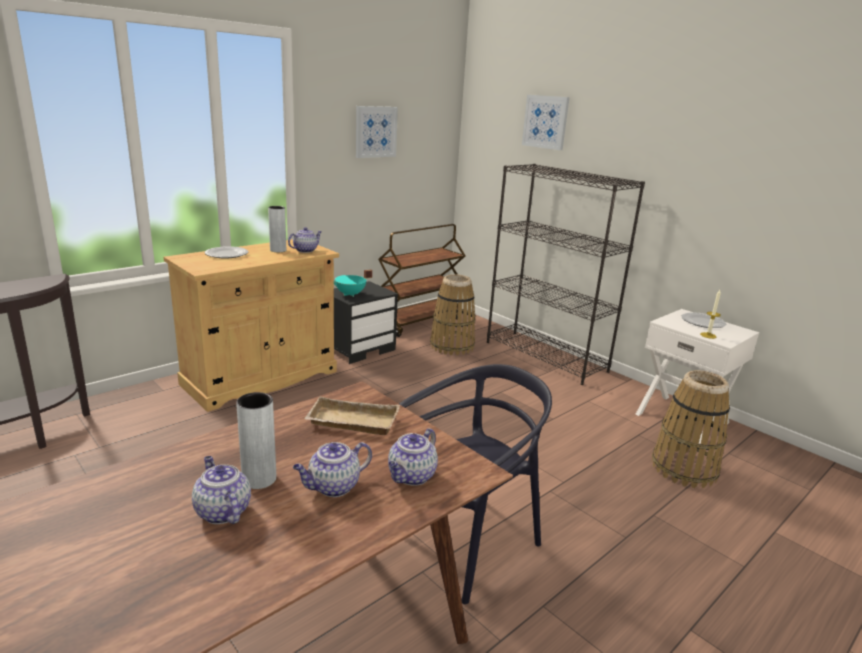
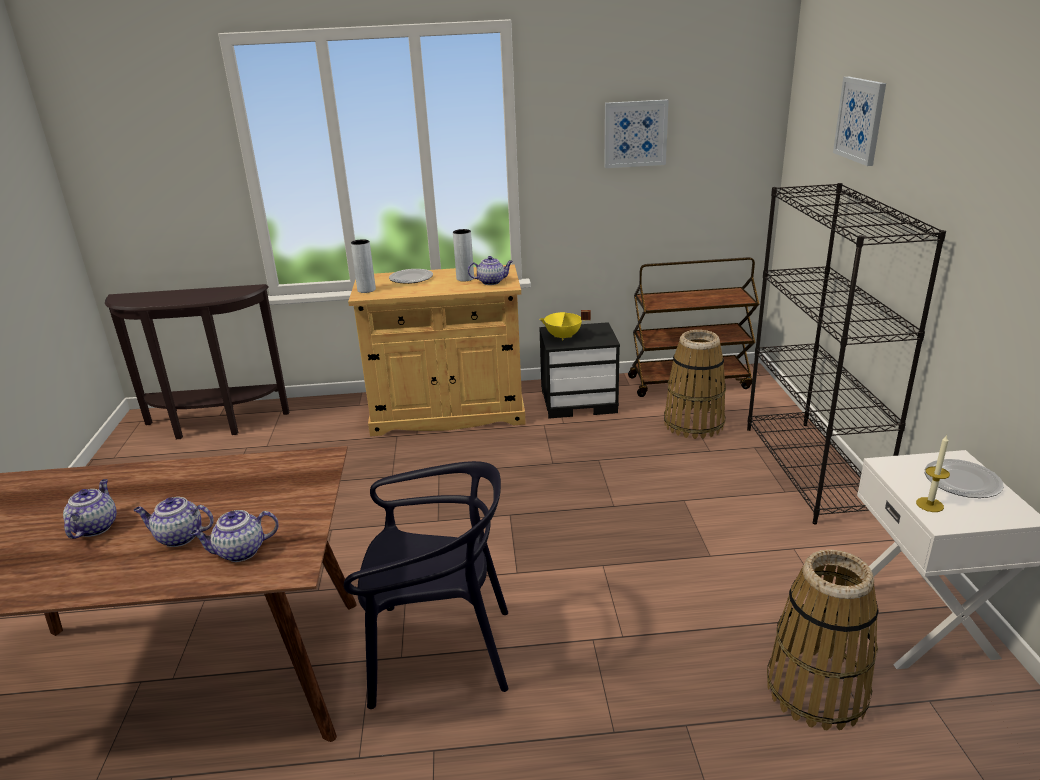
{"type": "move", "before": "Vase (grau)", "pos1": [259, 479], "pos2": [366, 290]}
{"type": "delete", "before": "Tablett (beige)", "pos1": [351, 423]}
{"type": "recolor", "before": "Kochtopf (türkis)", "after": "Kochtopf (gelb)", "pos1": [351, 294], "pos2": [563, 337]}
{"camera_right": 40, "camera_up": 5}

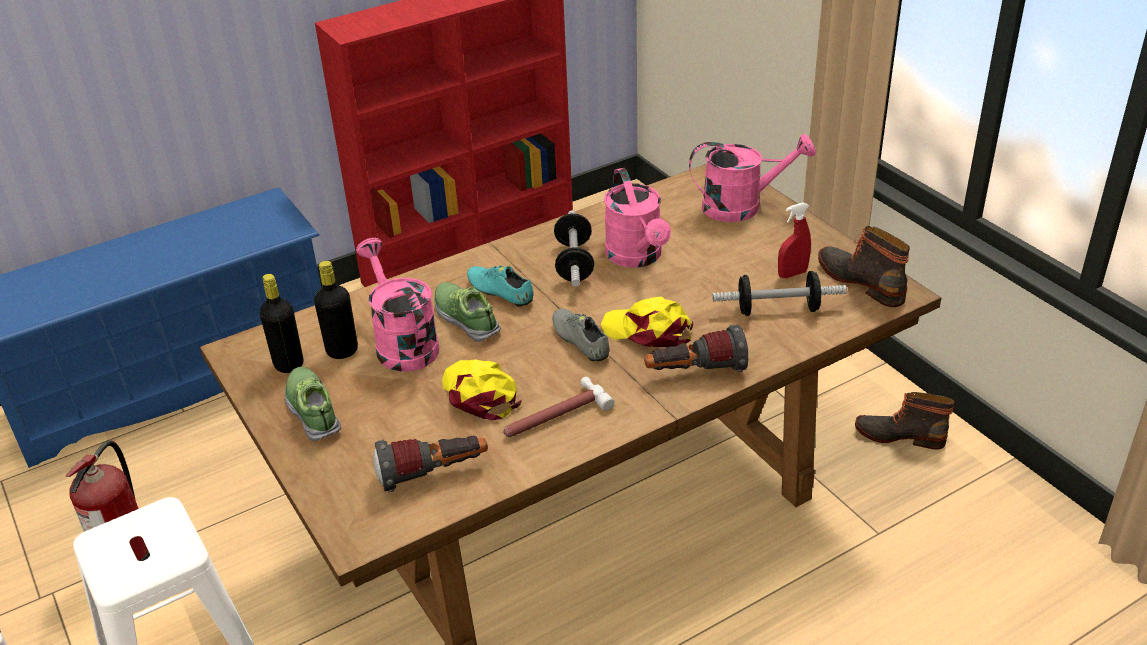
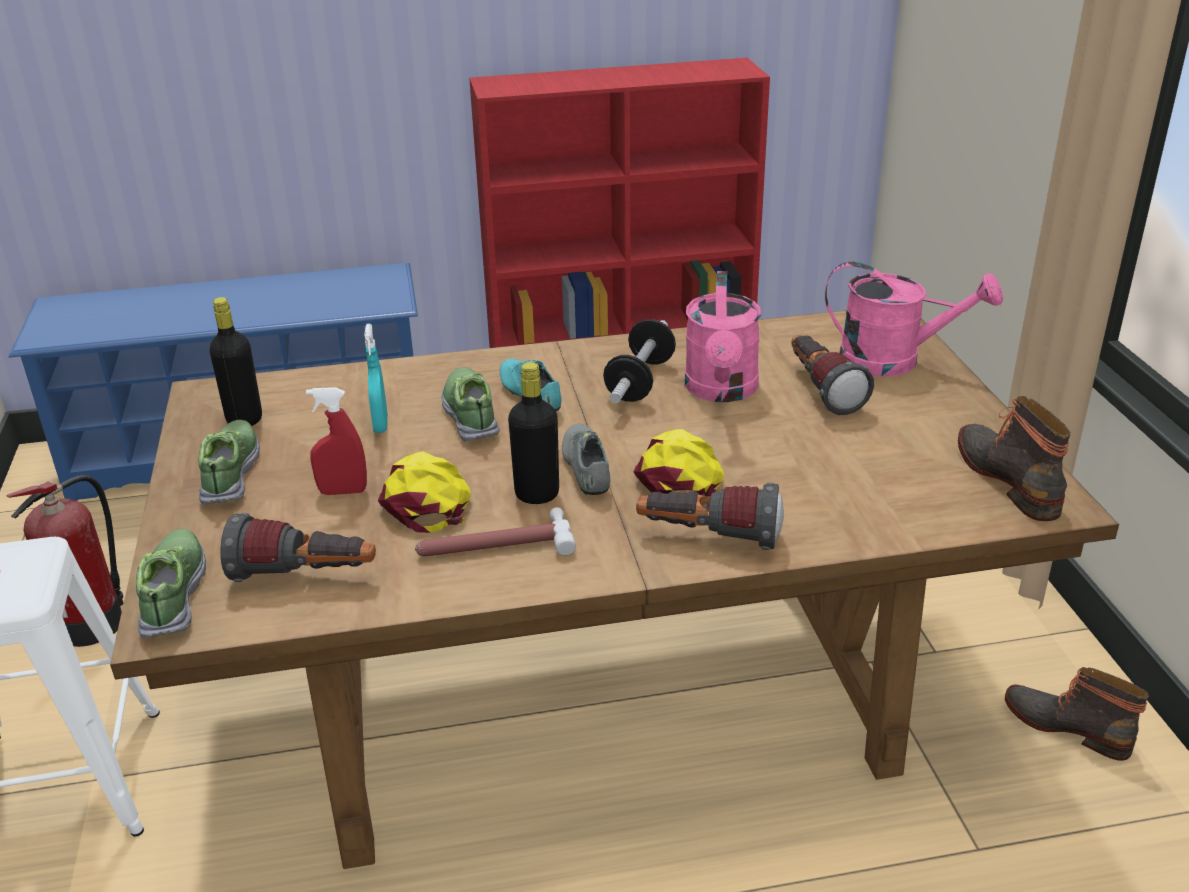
{"type": "move", "before": "Flasche (schwarz)", "pos1": [342, 351], "pos2": [537, 494]}
{"type": "replace", "before": "Gießkanne (rosa)", "after": "Sprühflasche (türkis)", "pos1": [402, 343], "pos2": [380, 424]}
{"type": "rotate", "before": "Kappe (gelb)", "pos1": [648, 331], "pos2": [680, 476], "turn": 45}
{"type": "delete", "before": "Hantel", "pos1": [777, 309]}
{"type": "move", "before": "Sprühflasche (rot)", "pos1": [792, 274], "pos2": [343, 491]}
{"type": "insert", "after": "Schuh", "pos2": [174, 594]}
{"type": "insert", "after": "Taschenlampe", "pos2": [821, 390]}
{"camera_right": 20, "camera_up": -5}

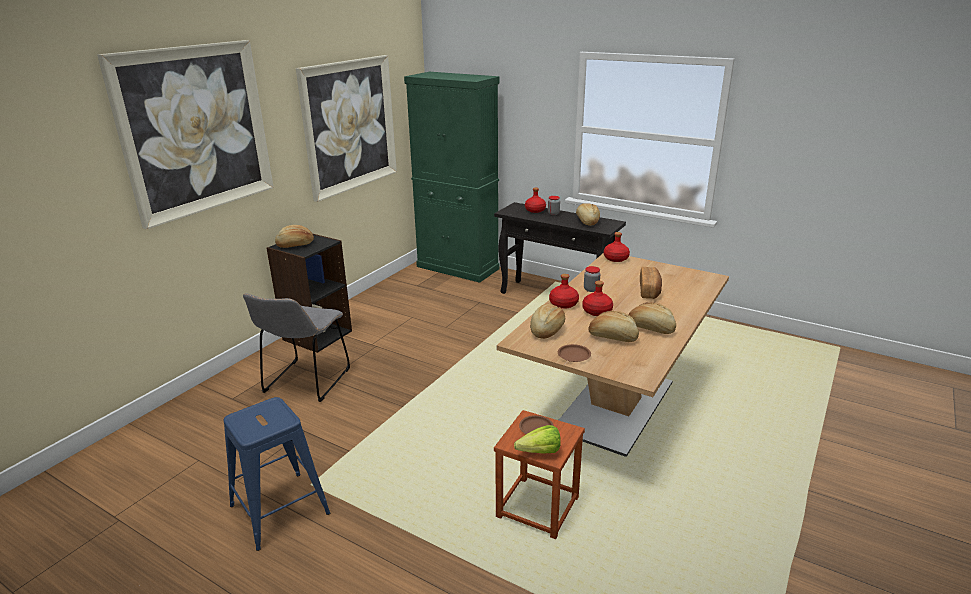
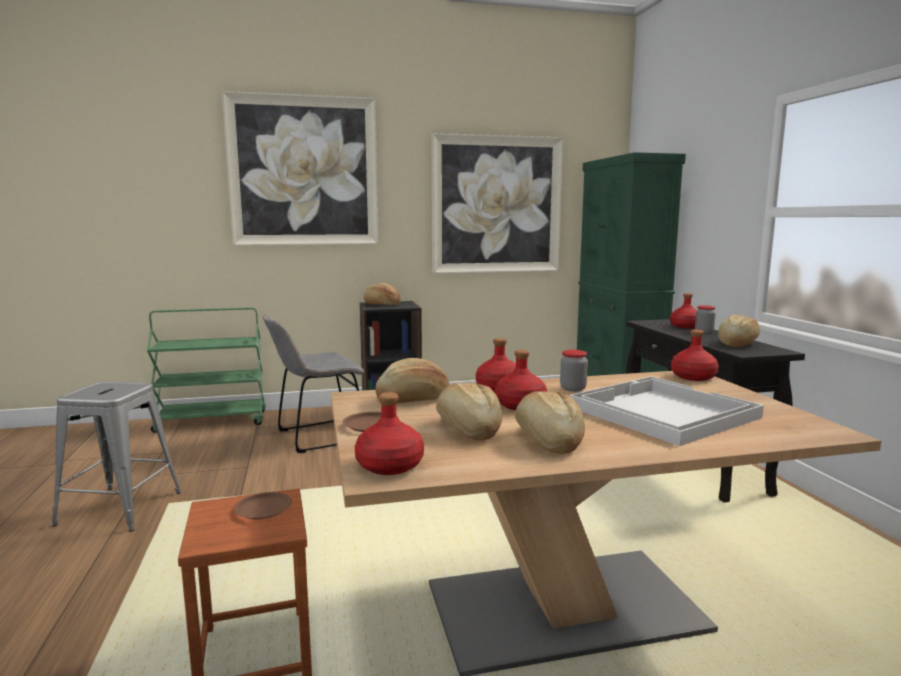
{"type": "recolor", "before": "Hocker (blau)", "after": "Hocker (grau)", "pos1": [279, 509], "pos2": [120, 508]}
{"type": "delete", "before": "Salatkopf", "pos1": [536, 452]}
{"type": "replace", "before": "Brot", "after": "Tablett (weiß)", "pos1": [649, 290], "pos2": [660, 412]}
{"type": "insert", "after": "Rollwagen (grün)", "pos2": [213, 421]}
{"type": "insert", "after": "Flasche (rot)", "pos2": [389, 466]}
{"camera_right": 45, "camera_up": -15}

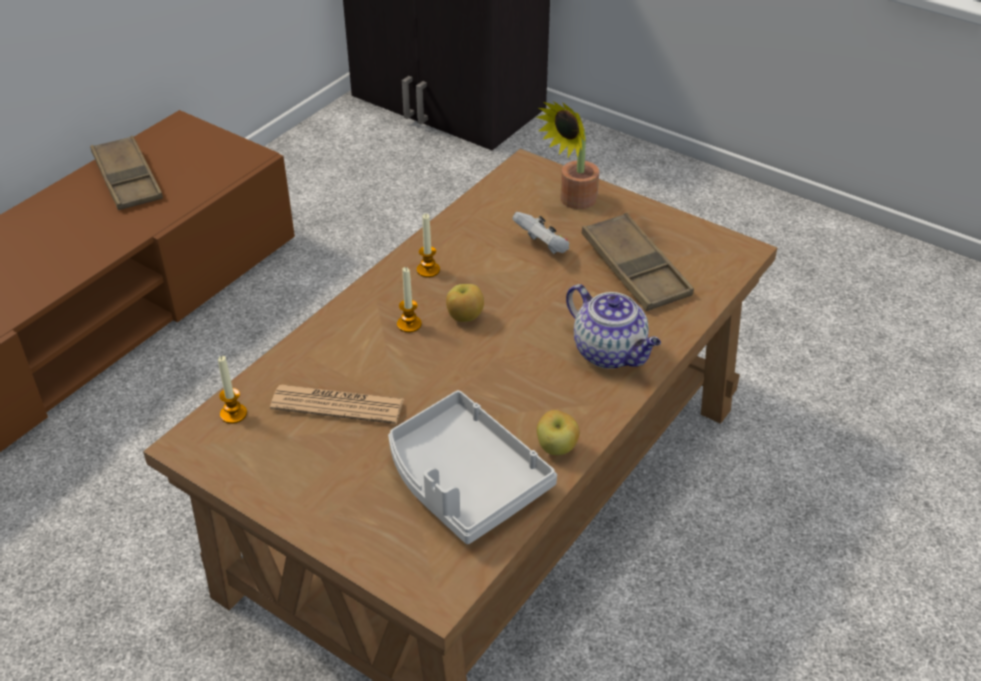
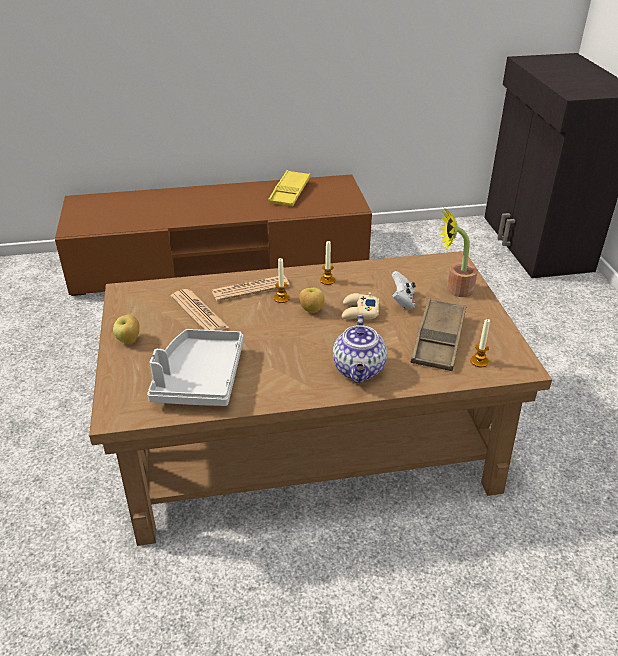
{"type": "recolor", "before": "Tablett (braun)", "after": "Tablett (gelb)", "pos1": [128, 179], "pos2": [289, 193]}
{"type": "move", "before": "Kerze", "pos1": [233, 414], "pos2": [479, 361]}
{"type": "move", "before": "Apfel", "pos1": [557, 448], "pos2": [129, 340]}
{"type": "insert", "after": "Zeitung", "pos2": [250, 289]}
{"type": "insert", "after": "Gamepad (beige)", "pos2": [359, 312]}
{"camera_right": 45, "camera_up": -5}

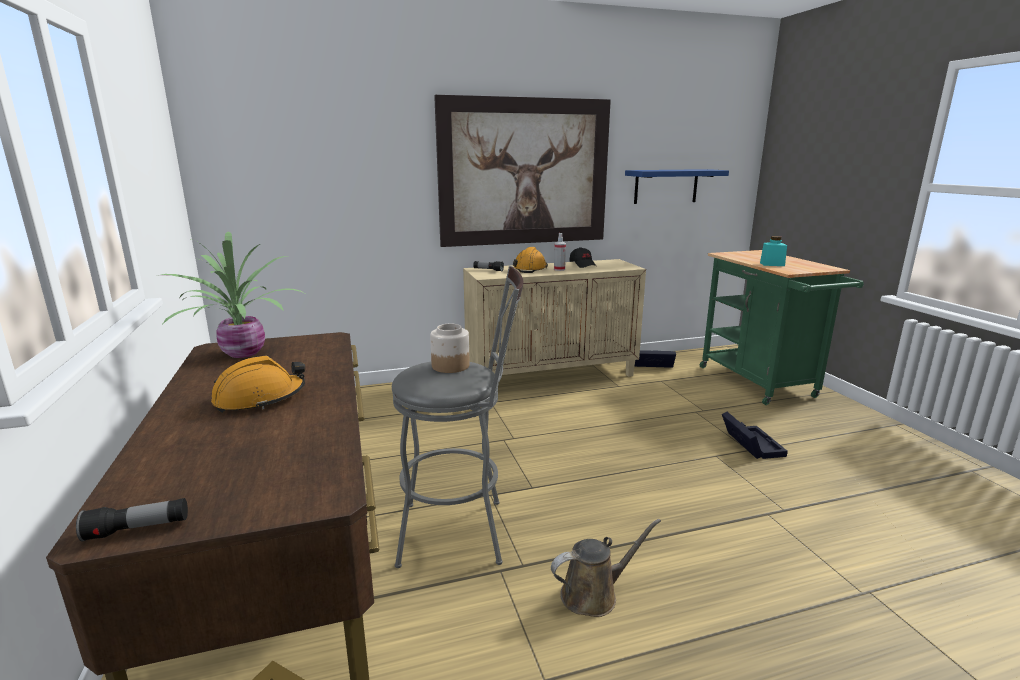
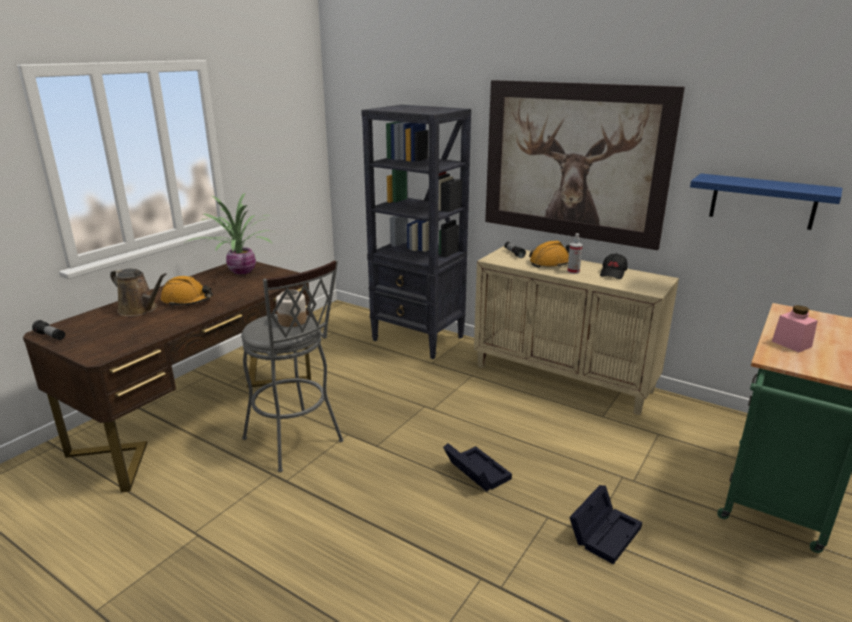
{"type": "move", "before": "Gießkanne (braun)", "pos1": [594, 594], "pos2": [140, 309]}
{"type": "move", "before": "Aufbewahrungsbox (schwarz)", "pos1": [650, 364], "pos2": [475, 472]}
{"type": "recolor", "before": "Vorratsglas (türkis)", "after": "Vorratsglas (rosa)", "pos1": [772, 264], "pos2": [791, 344]}
{"type": "insert", "after": "Bücherregal (schwarz)", "pos2": [418, 339]}
{"camera_right": 50, "camera_up": 5}

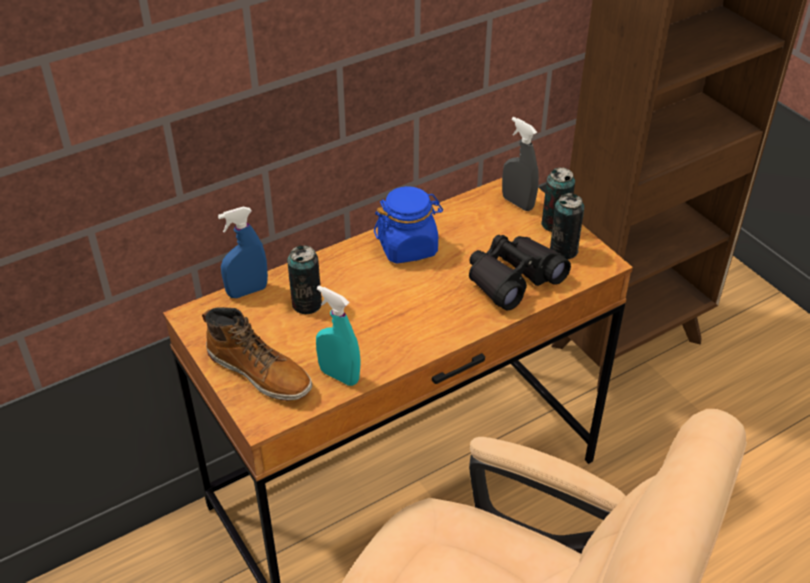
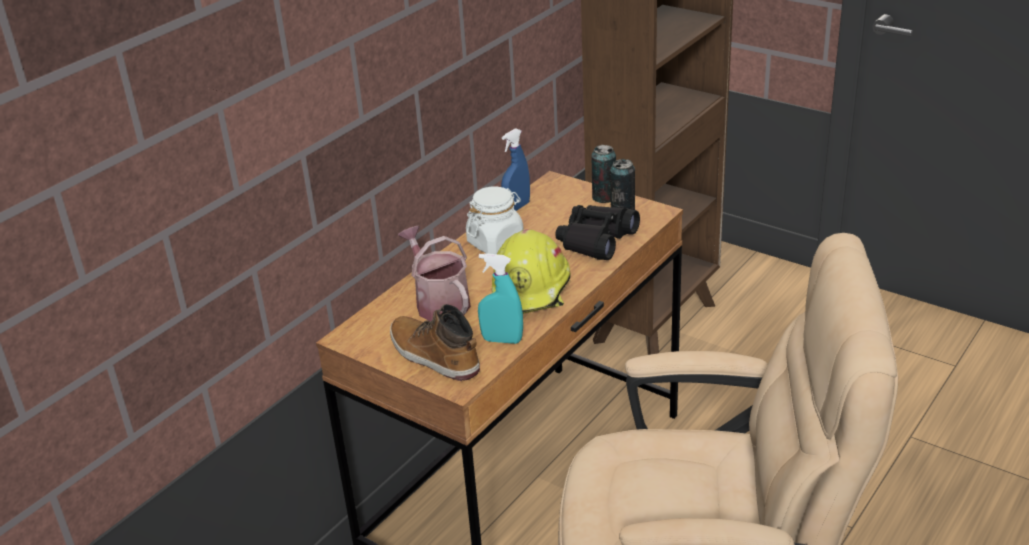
{"type": "rotate", "before": "Stiefel", "pos1": [260, 372], "pos2": [433, 356], "turn": -150}
{"type": "move", "before": "Sprühflasche (blau)", "pos1": [247, 291], "pos2": [516, 207]}
{"type": "replace", "before": "Dose", "after": "Gießkanne", "pos1": [307, 304], "pos2": [439, 302]}
{"type": "recolor", "before": "Vorratsglas (blau)", "after": "Vorratsglas (weiß)", "pos1": [408, 247], "pos2": [496, 242]}
{"type": "delete", "before": "Sprühflasche (grau)", "pos1": [517, 203]}
{"type": "insert", "after": "Schutzhelm (gelb)", "pos2": [531, 289]}
{"camera_right": -20, "camera_up": -10}

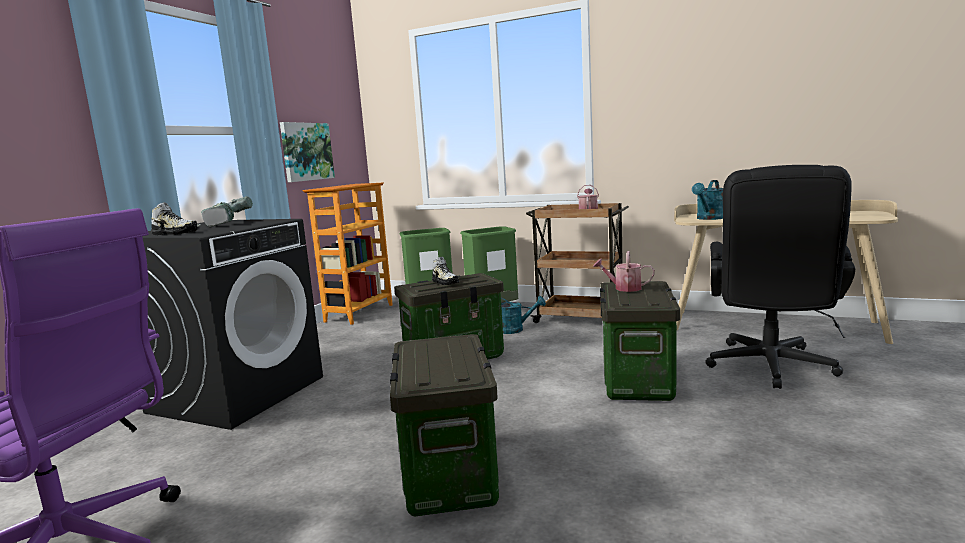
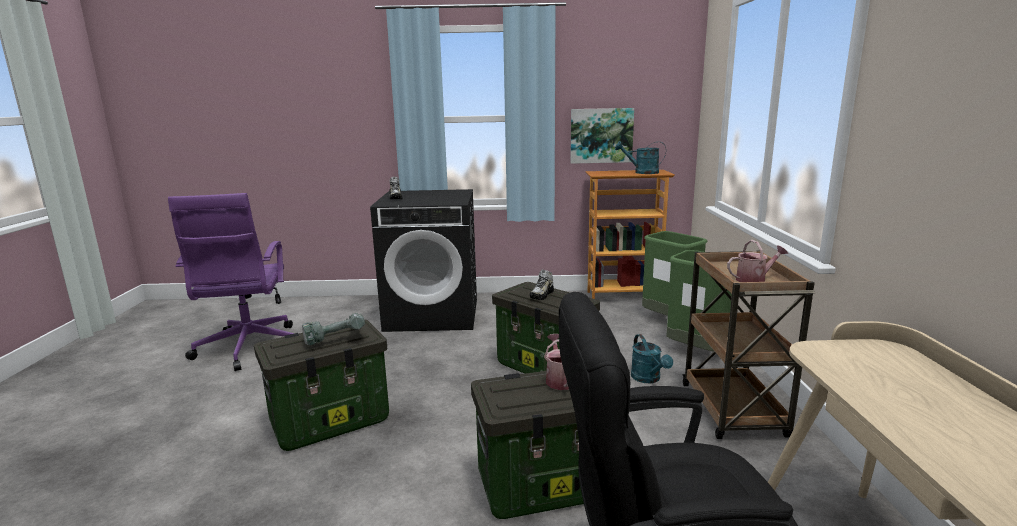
{"type": "move", "before": "Bohrmaschine", "pos1": [224, 224], "pos2": [335, 338]}
{"type": "move", "before": "Gießkanne (türkis)", "pos1": [709, 218], "pos2": [641, 172]}
{"camera_right": 65, "camera_up": 5}

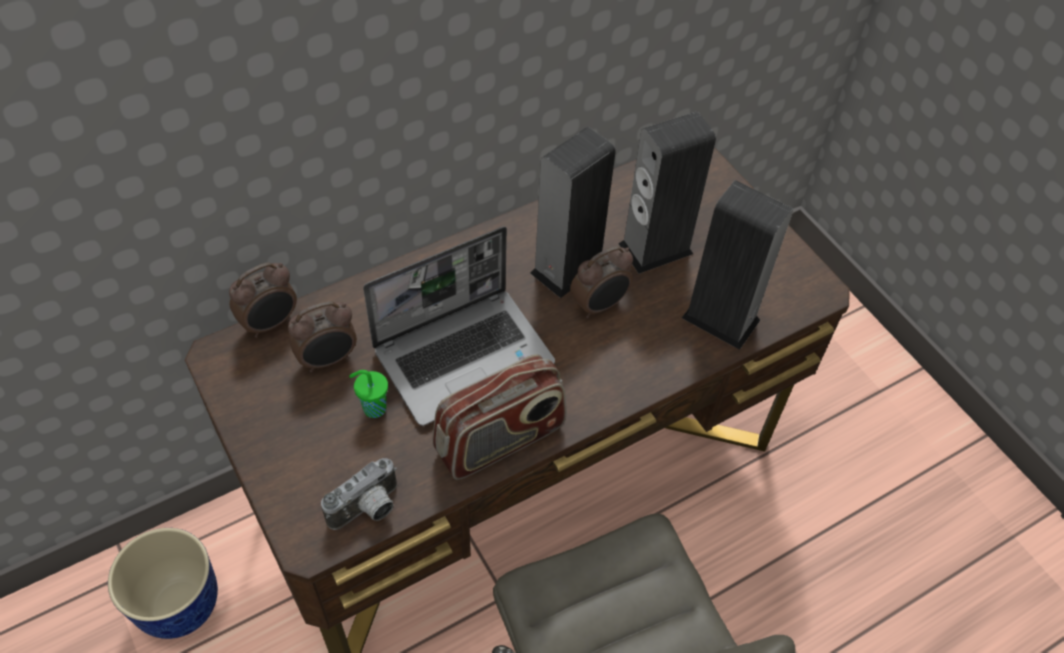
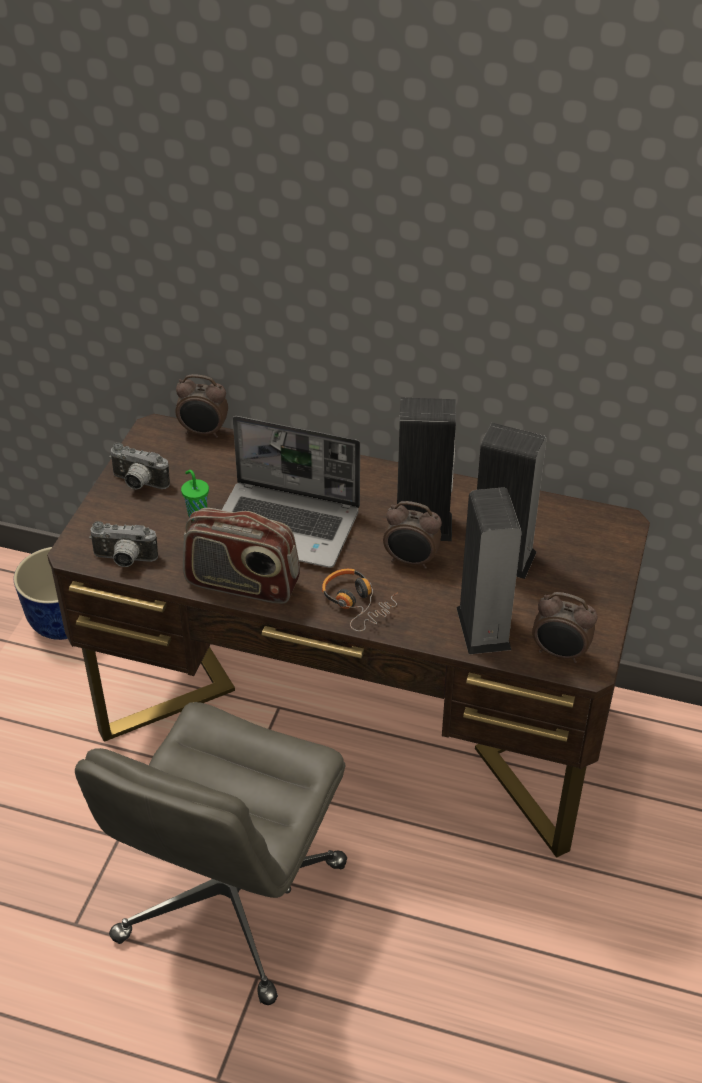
{"type": "move", "before": "Wecker", "pos1": [328, 360], "pos2": [559, 653]}
{"type": "insert", "after": "Kamera", "pos2": [138, 484]}
{"type": "insert", "after": "Kopfhörer", "pos2": [357, 603]}
{"camera_right": 50, "camera_up": -10}

